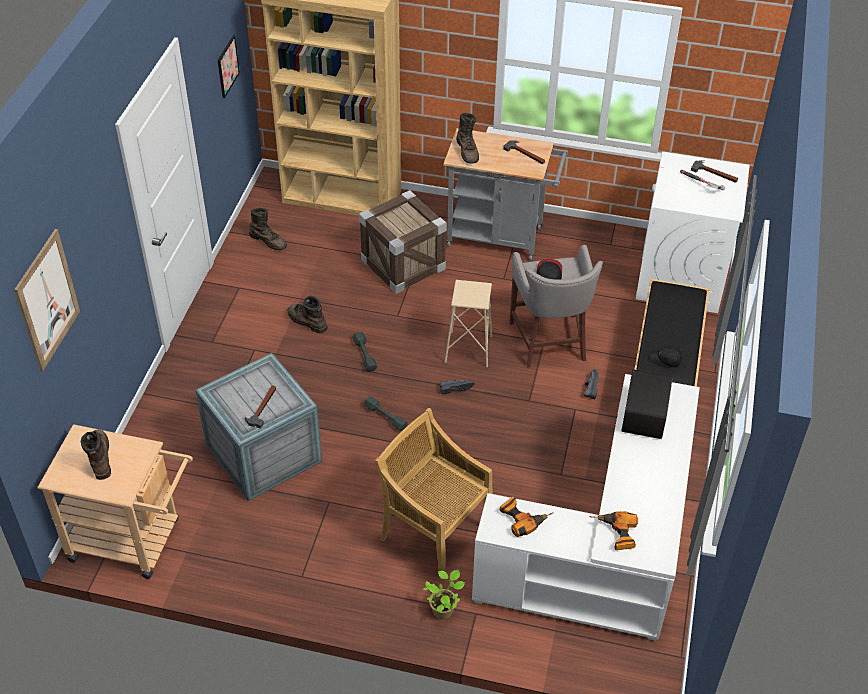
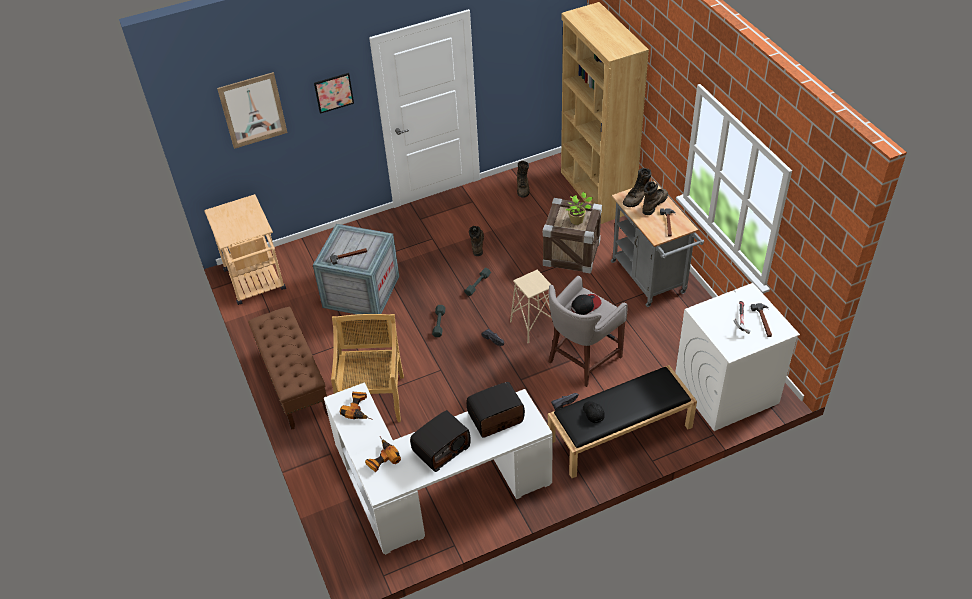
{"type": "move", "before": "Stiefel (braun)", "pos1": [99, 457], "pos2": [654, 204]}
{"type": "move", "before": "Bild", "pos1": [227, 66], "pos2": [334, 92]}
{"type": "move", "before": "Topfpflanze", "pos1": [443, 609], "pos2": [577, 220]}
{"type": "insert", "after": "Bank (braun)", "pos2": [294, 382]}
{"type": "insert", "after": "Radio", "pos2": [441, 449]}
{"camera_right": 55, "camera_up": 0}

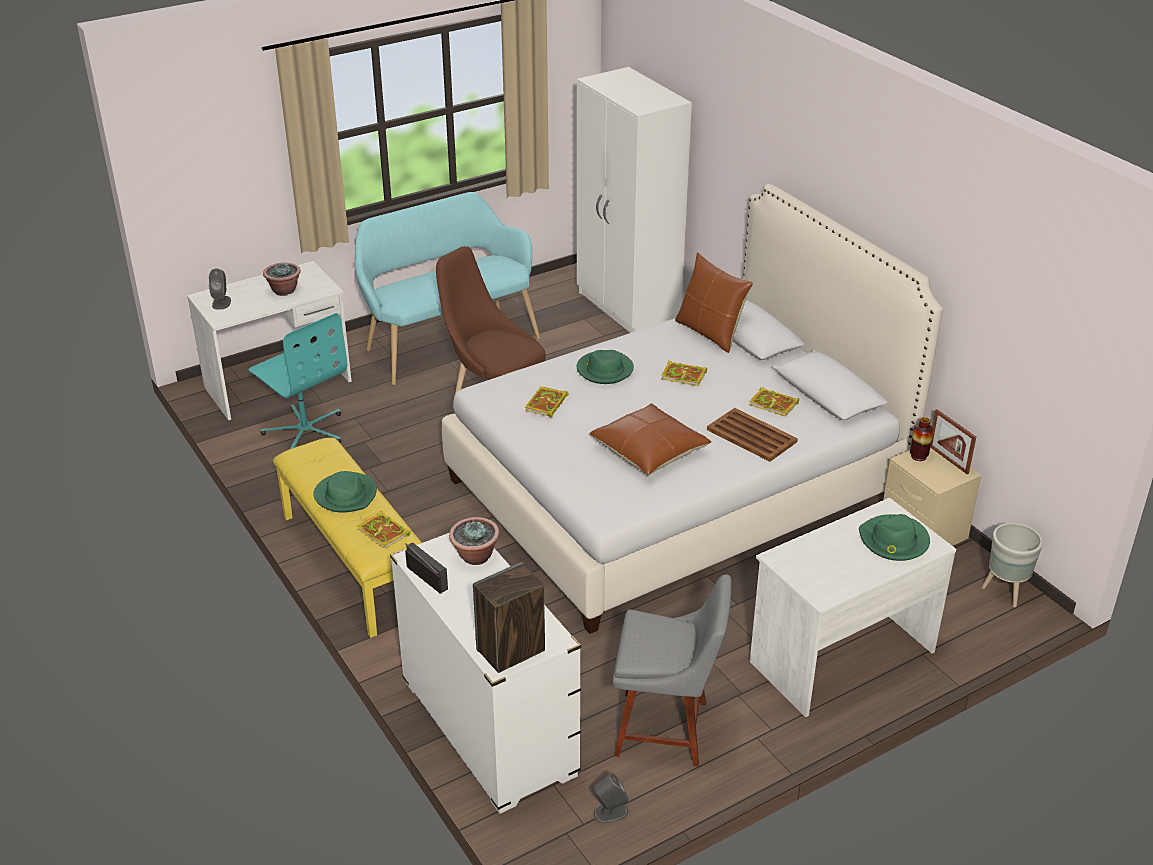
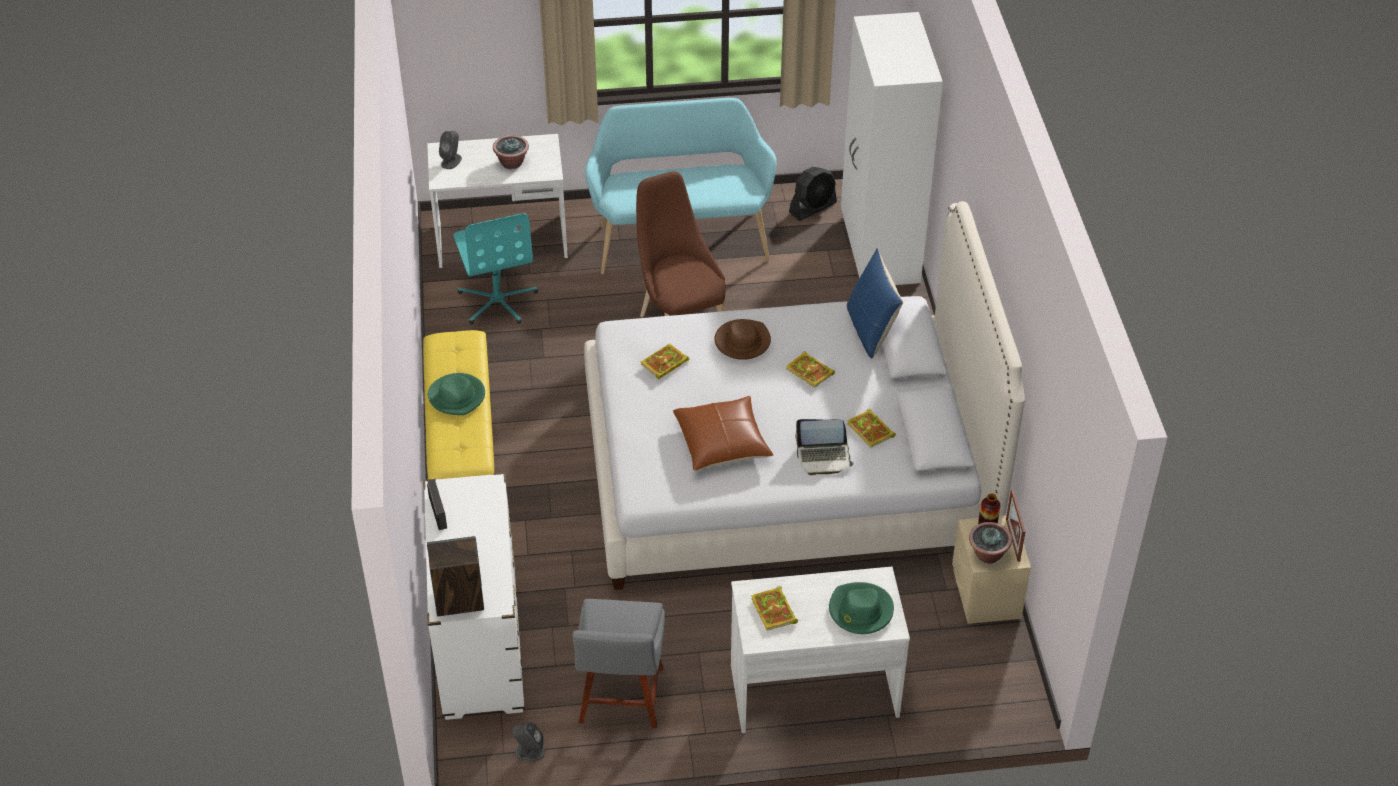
{"type": "move", "before": "Buch", "pos1": [384, 532], "pos2": [774, 611]}
{"type": "move", "before": "Topfpflanze", "pos1": [475, 556], "pos2": [987, 555]}
{"type": "recolor", "before": "Hut (grün)", "after": "Hut (braun)", "pos1": [604, 370], "pos2": [742, 342]}
{"type": "rotate", "before": "Stuhl (grau)", "pos1": [667, 729], "pos2": [620, 699], "turn": 60}
{"type": "recolor", "before": "Kissen (braun)", "after": "Kissen (blau)", "pos1": [710, 333], "pos2": [871, 330]}
{"type": "replace", "before": "Tablett (braun)", "after": "Laptop", "pos1": [751, 435], "pos2": [824, 457]}
{"type": "delete", "before": "Pflanzkübel (grau)", "pos1": [1004, 592]}
{"type": "insert", "after": "Ventilator (schwarz)", "pos2": [813, 208]}
{"camera_right": 25, "camera_up": 10}

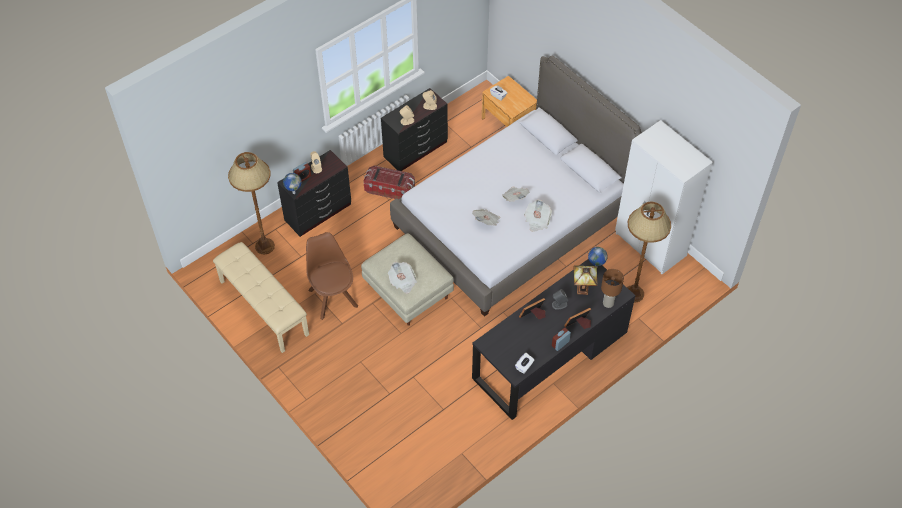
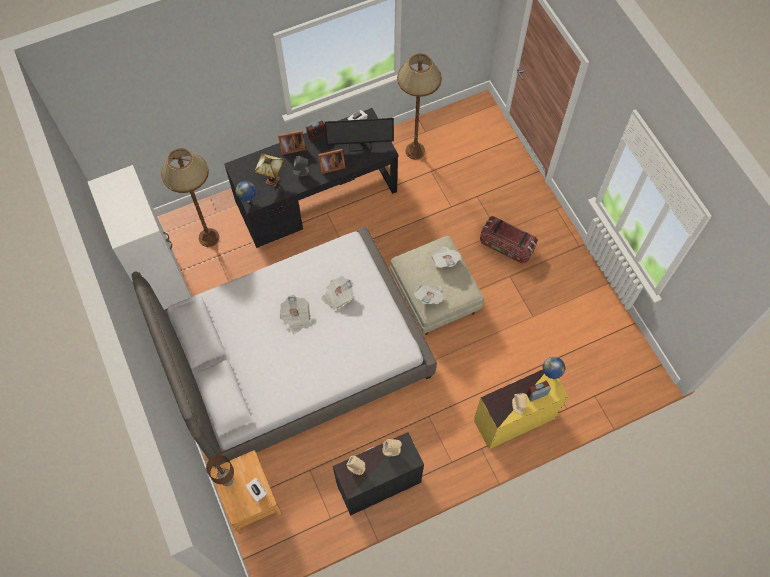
{"type": "delete", "before": "Bank (beige)", "pos1": [263, 308]}
{"type": "move", "before": "Stehlampe (braun)", "pos1": [264, 246], "pos2": [415, 151]}
{"type": "recolor", "before": "Kommode (schwarz)", "after": "Kommode (gelb)", "pos1": [318, 212], "pos2": [513, 418]}
{"type": "delete", "before": "Stuhl (braun)", "pos1": [332, 297]}
{"type": "move", "before": "Aufbewahrungsbox", "pos1": [390, 189], "pos2": [506, 246]}
{"type": "move", "before": "Zeitung", "pos1": [537, 221], "pos2": [430, 297]}
{"type": "move", "before": "Tischlampe (braun)", "pos1": [608, 303], "pos2": [227, 479]}
{"type": "insert", "after": "Monitor", "pos2": [360, 142]}
{"camera_right": -165, "camera_up": 10}

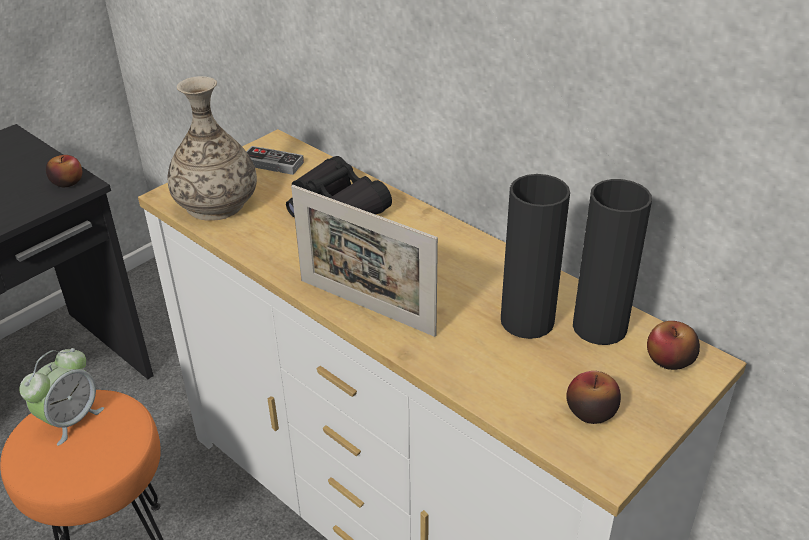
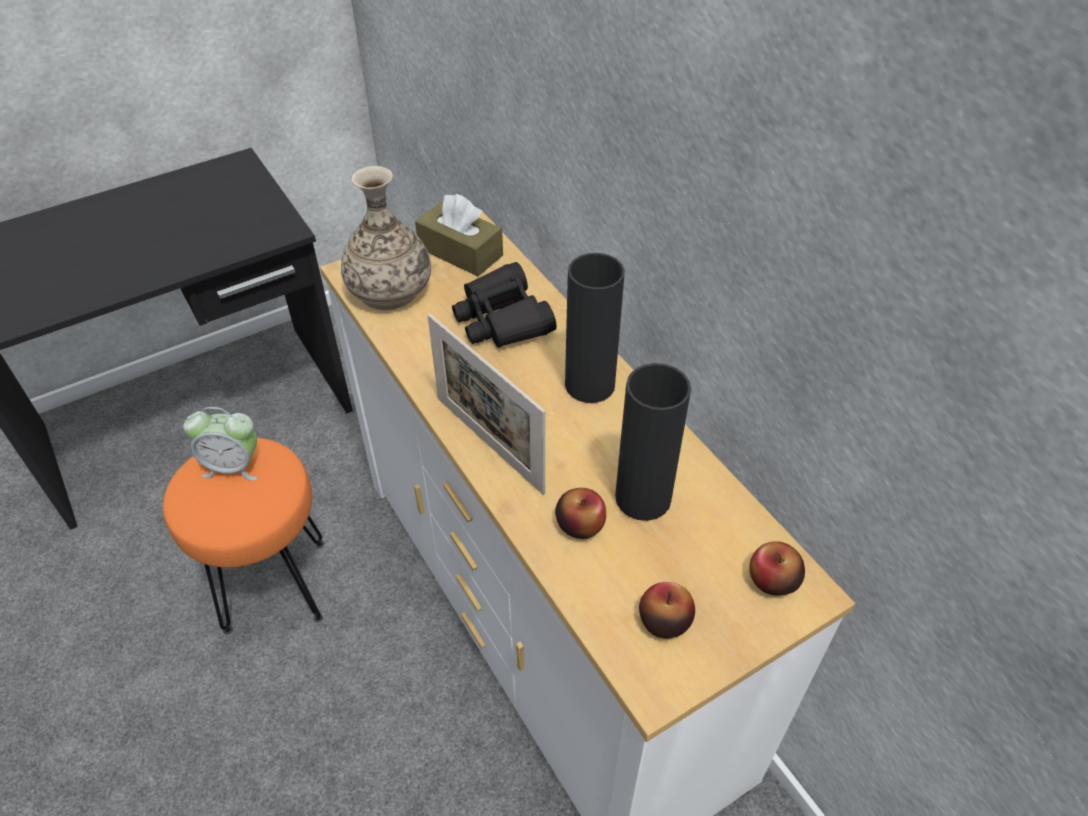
{"type": "rotate", "before": "Wecker", "pos1": [70, 420], "pos2": [233, 466], "turn": 45}
{"type": "move", "before": "Apfel", "pos1": [67, 182], "pos2": [580, 524]}
{"type": "replace", "before": "Gamepad", "after": "Taschentuchbox (braun)", "pos1": [272, 163], "pos2": [460, 252]}
{"type": "move", "before": "Vase (schwarz)", "pos1": [599, 327], "pos2": [590, 385]}
{"camera_right": 15, "camera_up": 10}

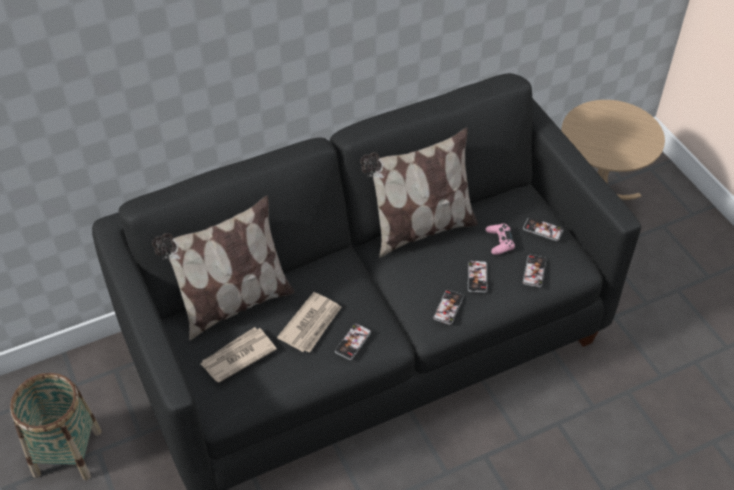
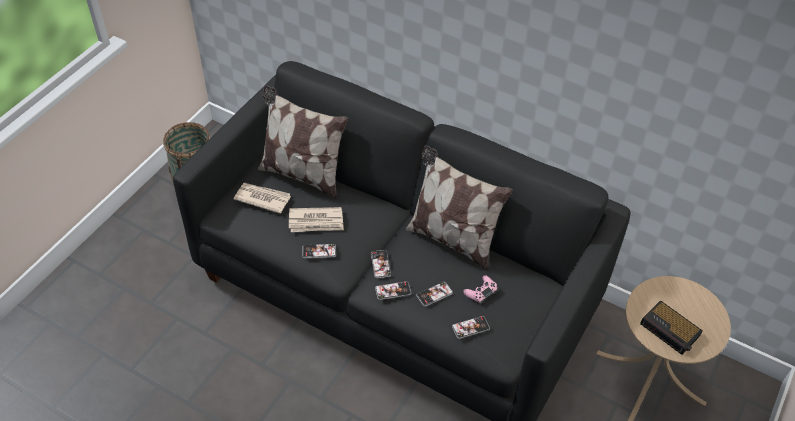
{"type": "move", "before": "Handy", "pos1": [543, 229], "pos2": [380, 264]}
{"type": "insert", "after": "Wecker", "pos2": [670, 331]}
{"camera_right": 55, "camera_up": 0}

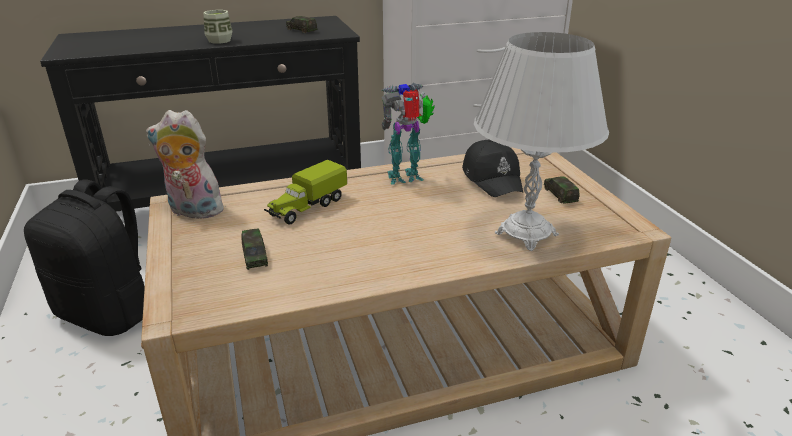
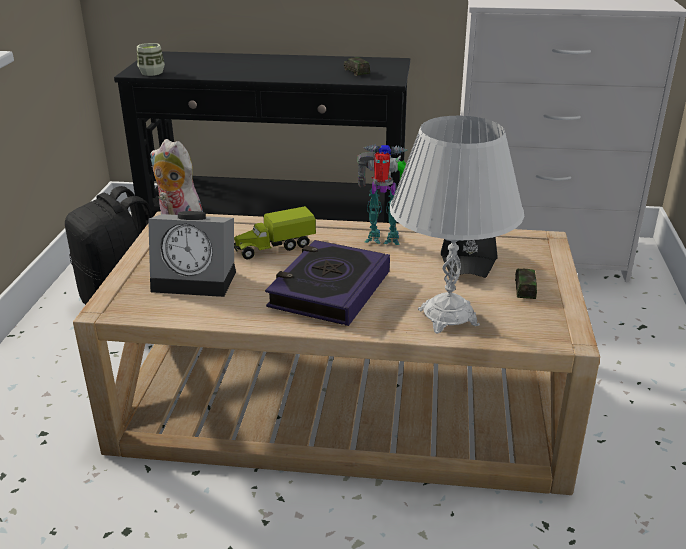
{"type": "move", "before": "Tasse", "pos1": [219, 40], "pos2": [152, 73]}
{"type": "replace", "before": "Spielzeugauto", "after": "Wecker", "pos1": [255, 256], "pos2": [198, 279]}
{"type": "insert", "after": "Buch", "pos2": [329, 289]}
{"camera_right": 25, "camera_up": 0}

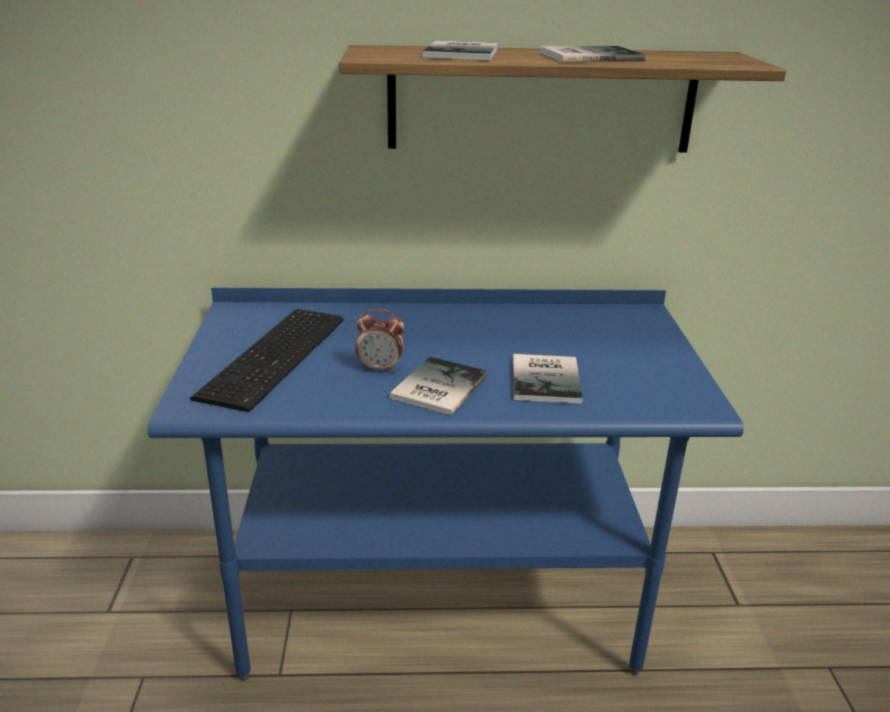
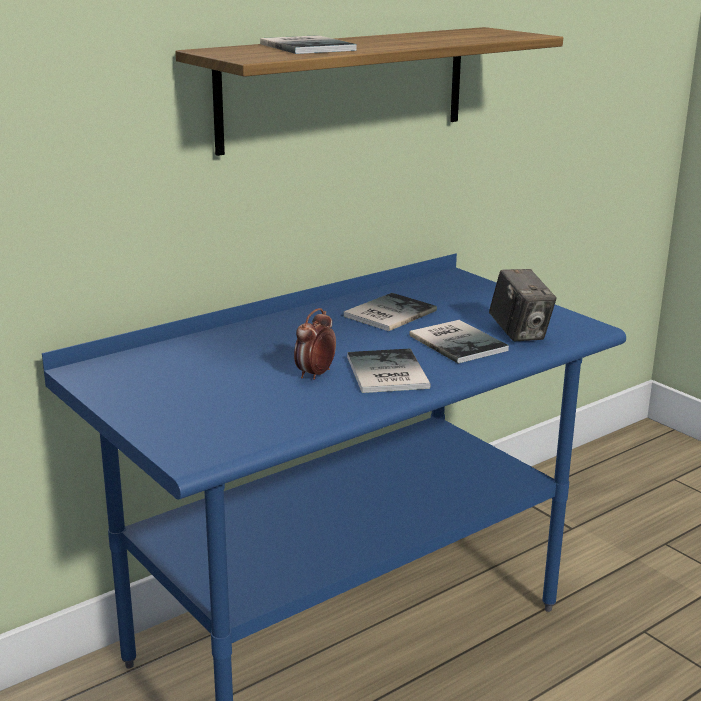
{"type": "delete", "before": "Tastatur", "pos1": [278, 356]}
{"type": "rotate", "before": "Wecker", "pos1": [380, 368], "pos2": [315, 374], "turn": 150}
{"type": "move", "before": "Buch", "pos1": [587, 56], "pos2": [387, 313]}
{"type": "insert", "after": "Kamera", "pos2": [519, 333]}
{"camera_right": -35, "camera_up": -5}

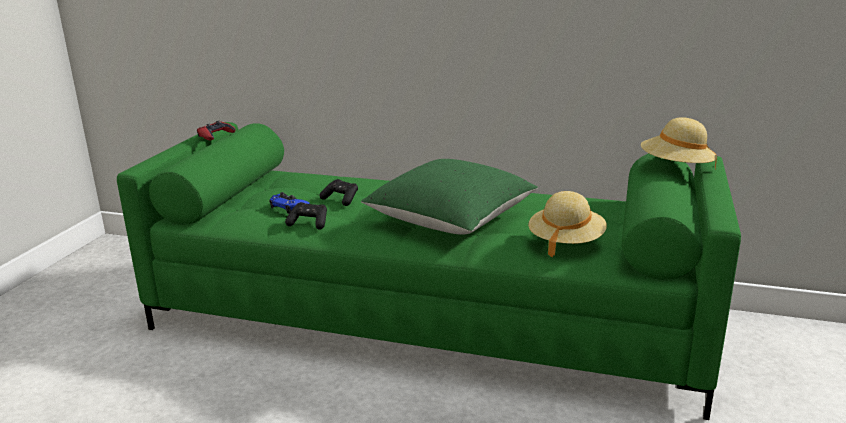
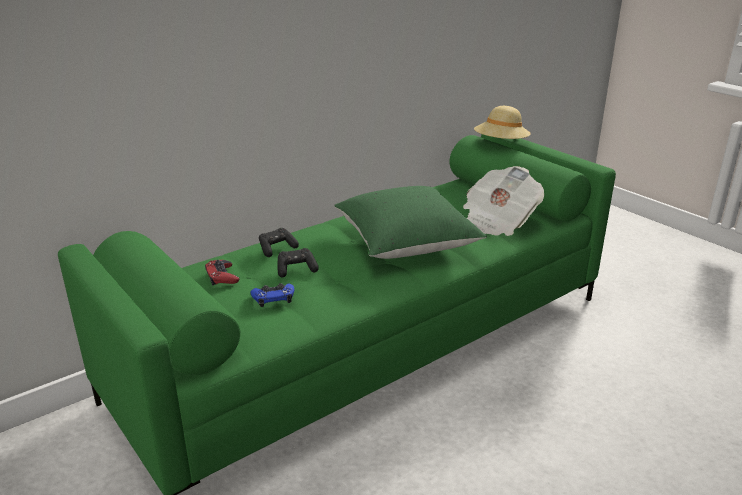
{"type": "move", "before": "Gamepad (rot)", "pos1": [215, 135], "pos2": [222, 276]}
{"type": "move", "before": "Gamepad (schwarz)", "pos1": [309, 223], "pos2": [277, 249]}
{"type": "replace", "before": "Hut (beige)", "after": "Zeitung", "pos1": [565, 242], "pos2": [497, 222]}
{"camera_right": -55, "camera_up": 5}

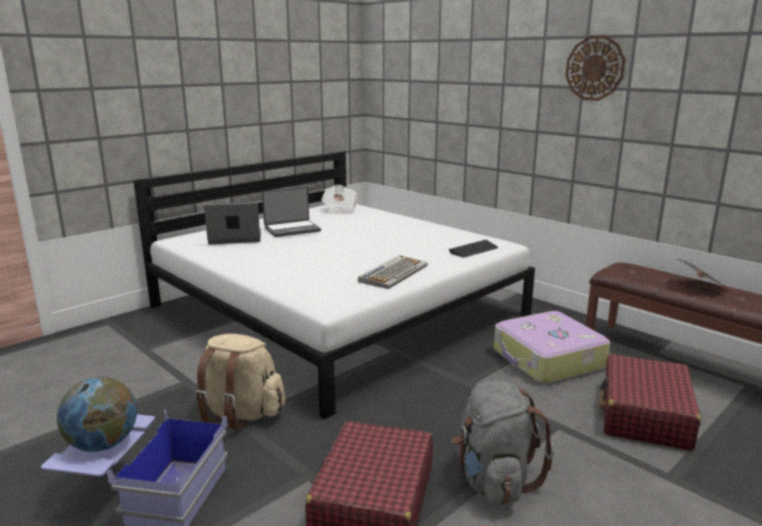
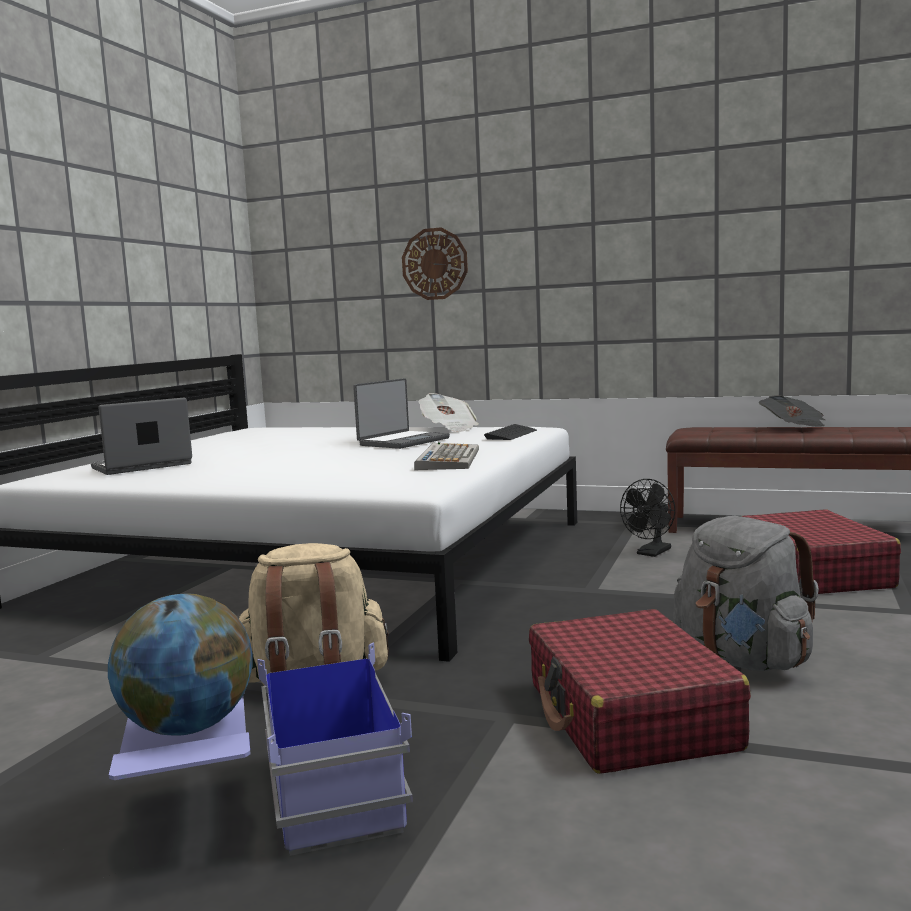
{"type": "move", "before": "Laptop", "pos1": [292, 229], "pos2": [402, 442]}
{"type": "move", "before": "Zeitung", "pos1": [339, 209], "pos2": [449, 429]}
{"type": "replace", "before": "Koffer", "after": "Ventilator (schwarz)", "pos1": [547, 360], "pos2": [651, 553]}
{"type": "move", "before": "Wanduhr", "pos1": [595, 68], "pos2": [434, 264]}
{"camera_right": -25, "camera_up": -10}

